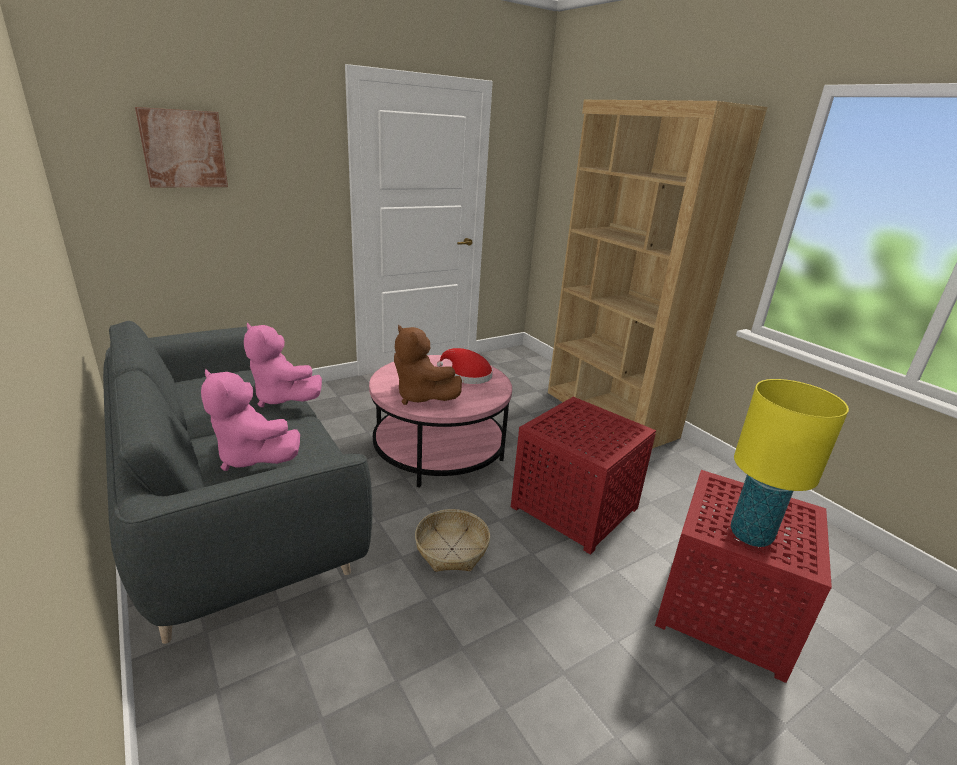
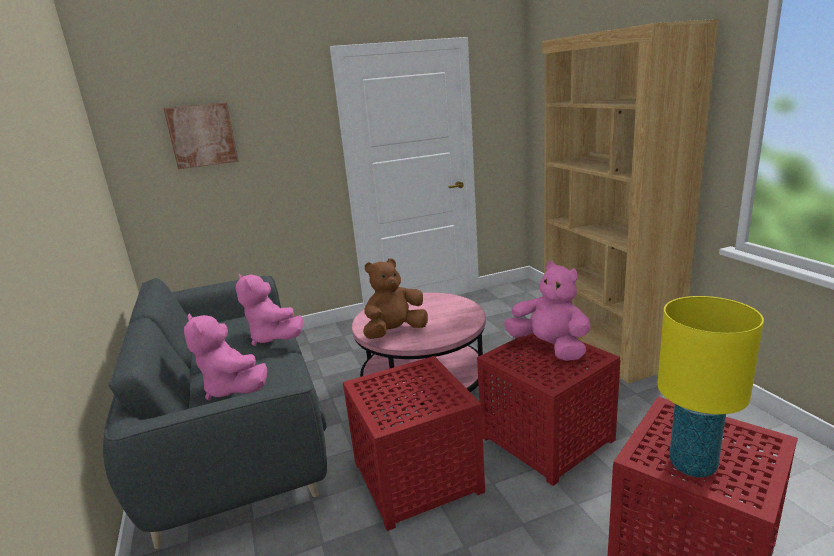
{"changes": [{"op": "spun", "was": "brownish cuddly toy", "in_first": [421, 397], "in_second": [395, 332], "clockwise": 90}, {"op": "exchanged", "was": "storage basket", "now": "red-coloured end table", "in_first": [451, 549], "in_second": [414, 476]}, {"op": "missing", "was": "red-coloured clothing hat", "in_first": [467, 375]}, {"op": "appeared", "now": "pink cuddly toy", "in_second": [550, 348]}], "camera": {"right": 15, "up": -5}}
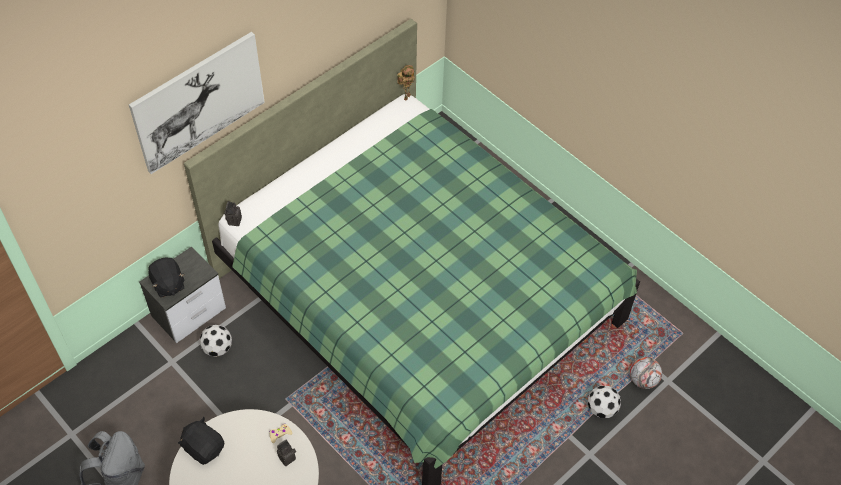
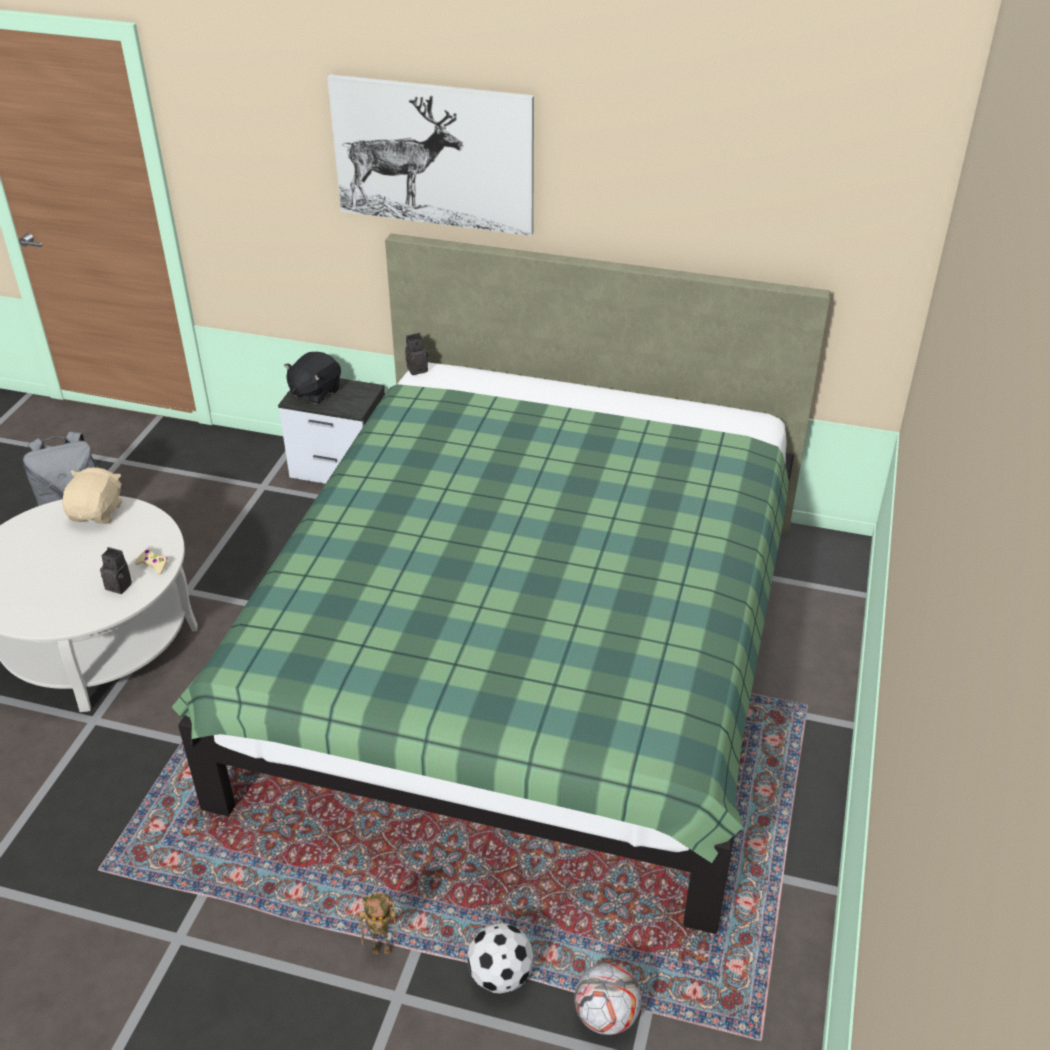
{"changes": [{"op": "colour", "was": "black cuddly toy", "now": "beige-coloured cuddly toy", "in_first": [204, 448], "in_second": [98, 512]}, {"op": "missing", "was": "football", "in_first": [217, 348]}, {"op": "relocated", "was": "model robot", "in_first": [406, 96], "in_second": [383, 948]}], "camera": {"right": 60, "up": -15}}
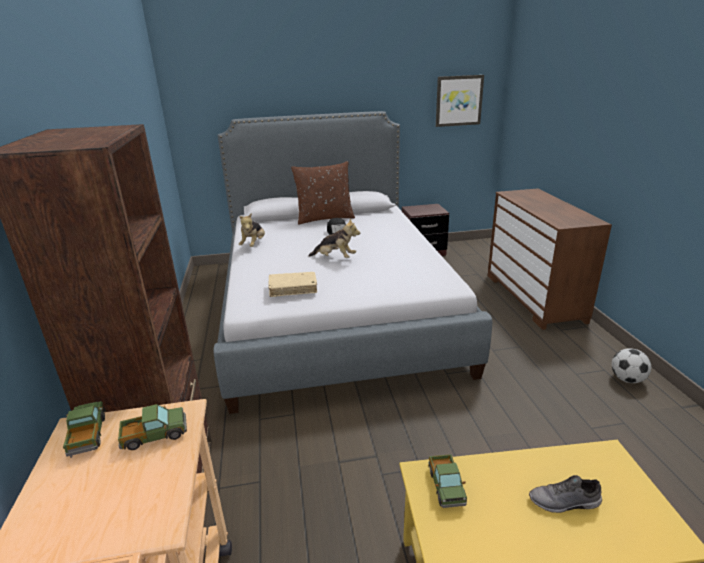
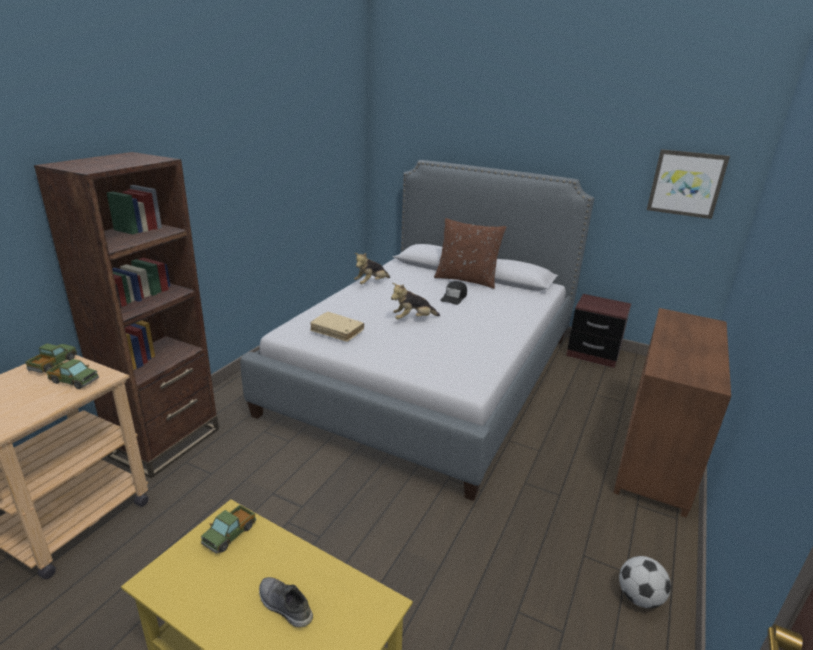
{"changes": [{"op": "spun", "was": "cuddly toy", "in_first": [335, 258], "in_second": [413, 319], "clockwise": 105}], "camera": {"right": 35, "up": 0}}
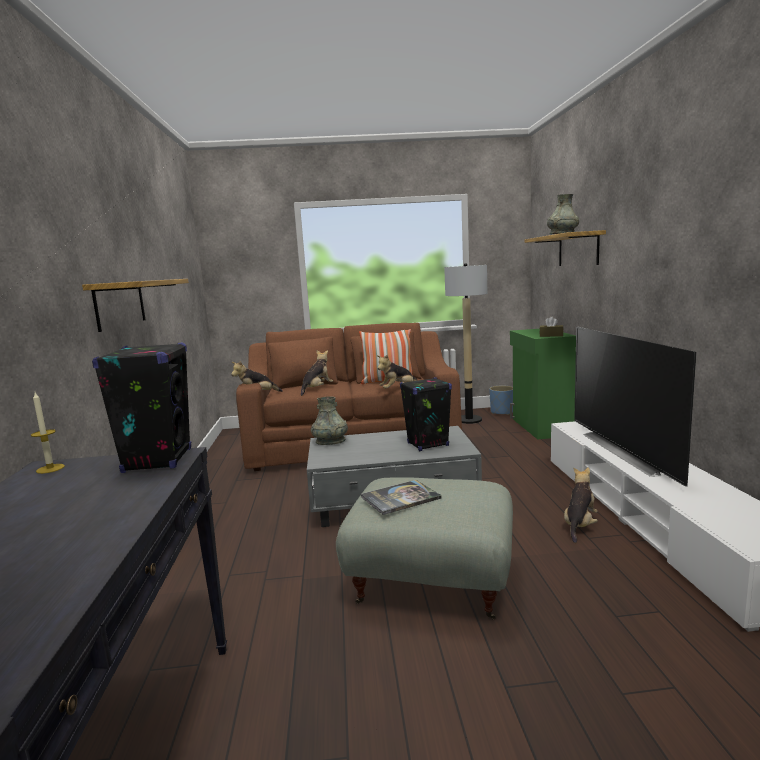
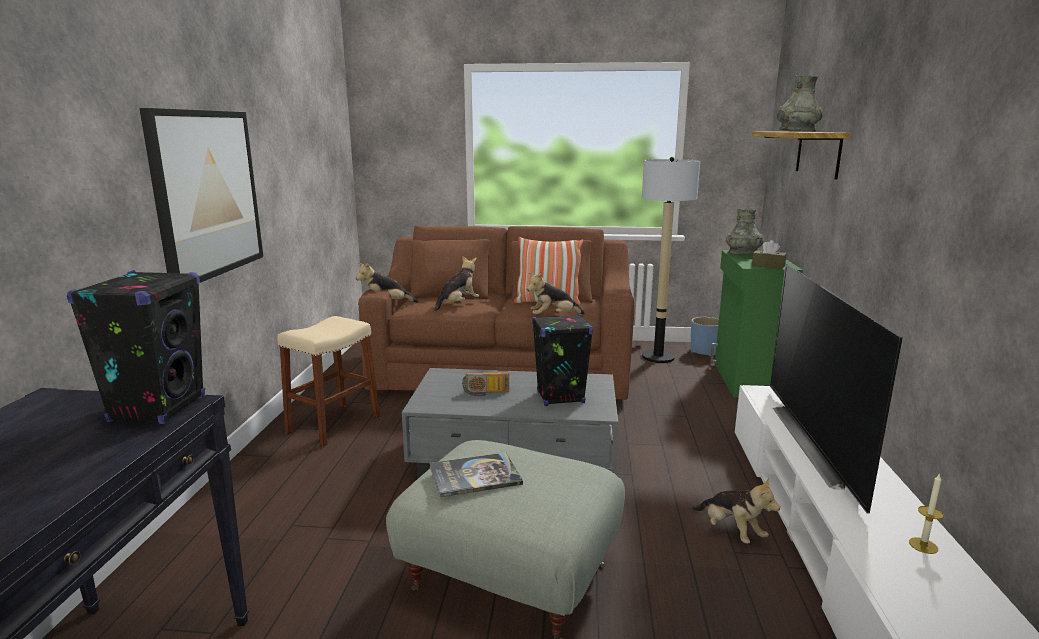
{"changes": [{"op": "relocated", "was": "wax light", "in_first": [50, 468], "in_second": [923, 545]}, {"op": "exchanged", "was": "wall shelf", "now": "picture", "in_first": [120, 304], "in_second": [207, 194]}, {"op": "relocated", "was": "grey decorative vase", "in_first": [330, 441], "in_second": [743, 253]}, {"op": "spun", "was": "cuddly toy", "in_first": [579, 525], "in_second": [731, 531], "clockwise": 105}, {"op": "appeared", "now": "beige-coloured sitting stool", "in_second": [334, 424]}, {"op": "appeared", "now": "radio", "in_second": [486, 393]}], "camera": {"right": 10, "up": 5}}
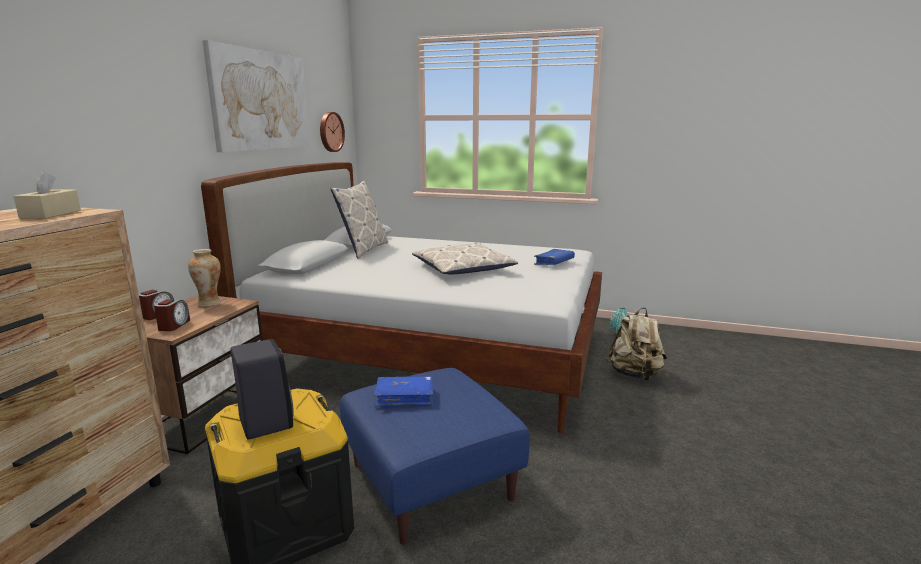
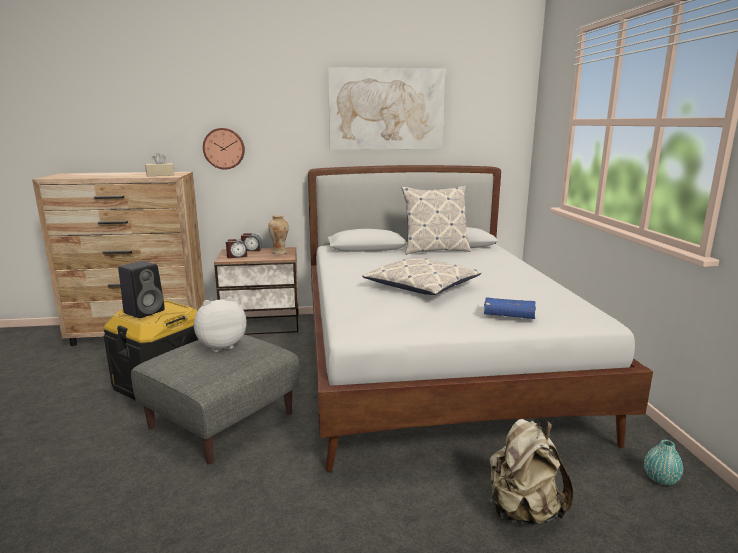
{"changes": [{"op": "relocated", "was": "hanging clock", "in_first": [330, 132], "in_second": [224, 148]}, {"op": "colour", "was": "bluish ottoman", "now": "grey ottoman", "in_first": [429, 481], "in_second": [221, 419]}, {"op": "exchanged", "was": "bluish volume", "now": "cuddly toy", "in_first": [404, 397], "in_second": [221, 346]}], "camera": {"right": 65, "up": 0}}
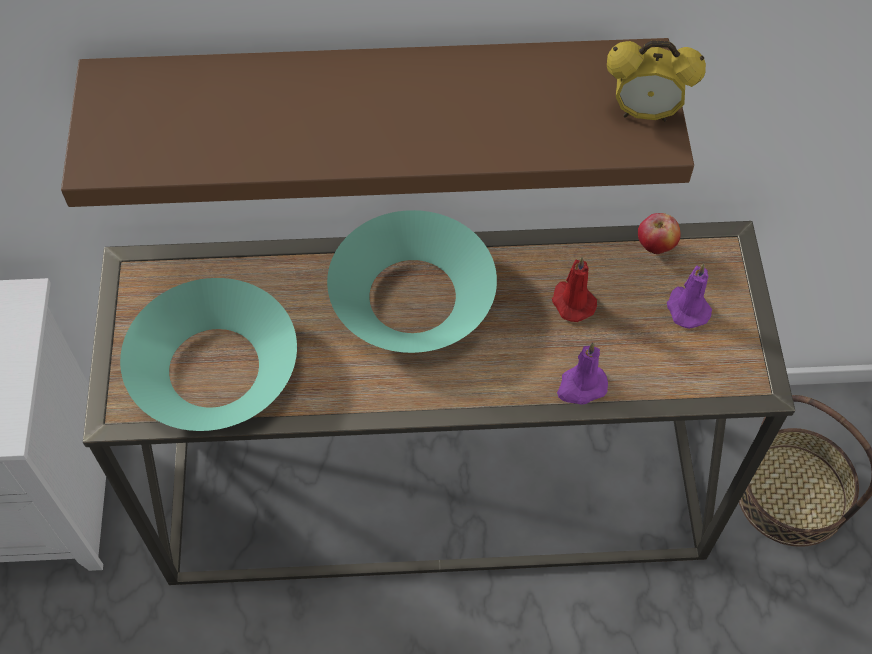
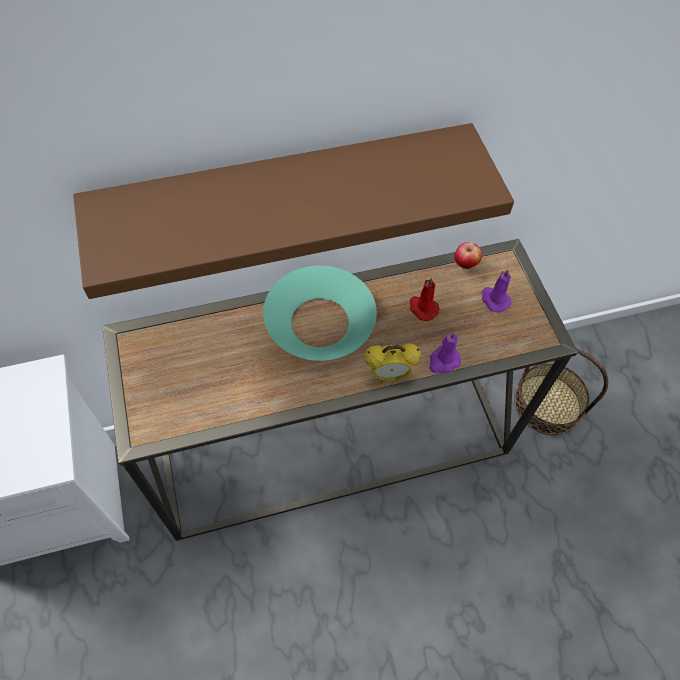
{"changes": [{"op": "missing", "was": "turquoise-coloured bowl", "in_first": [214, 366]}, {"op": "relocated", "was": "table clock", "in_first": [644, 113], "in_second": [388, 375]}], "camera": {"right": -15, "up": 0}}
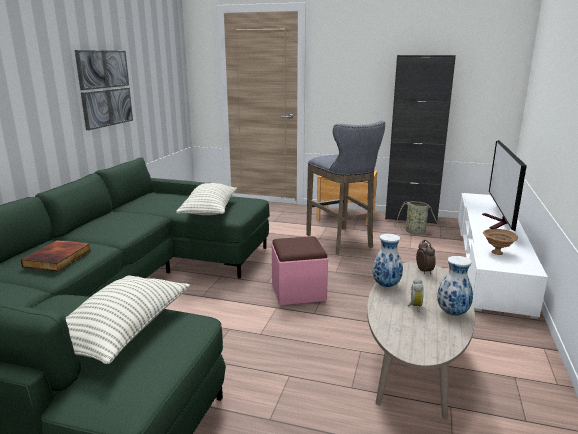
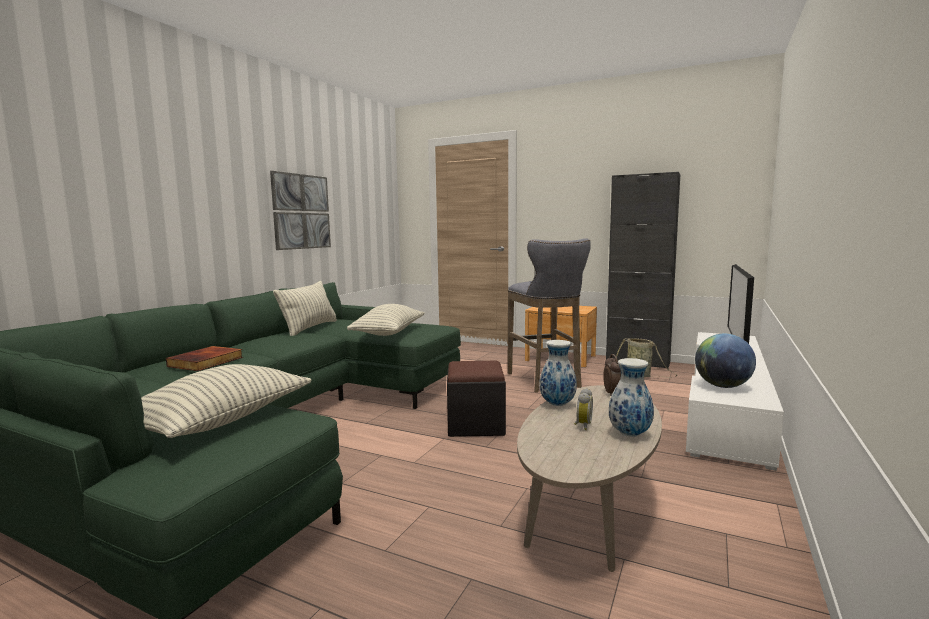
{"changes": [{"op": "colour", "was": "pink ottoman", "now": "black ottoman", "in_first": [298, 292], "in_second": [475, 425]}, {"op": "exchanged", "was": "brownish bowl", "now": "desk globe", "in_first": [497, 253], "in_second": [722, 386]}, {"op": "appeared", "now": "cushion", "in_second": [309, 328]}], "camera": {"right": 10, "up": -10}}
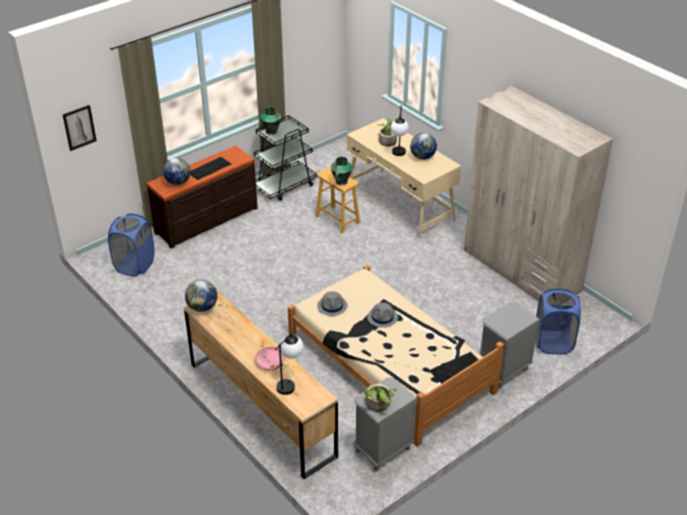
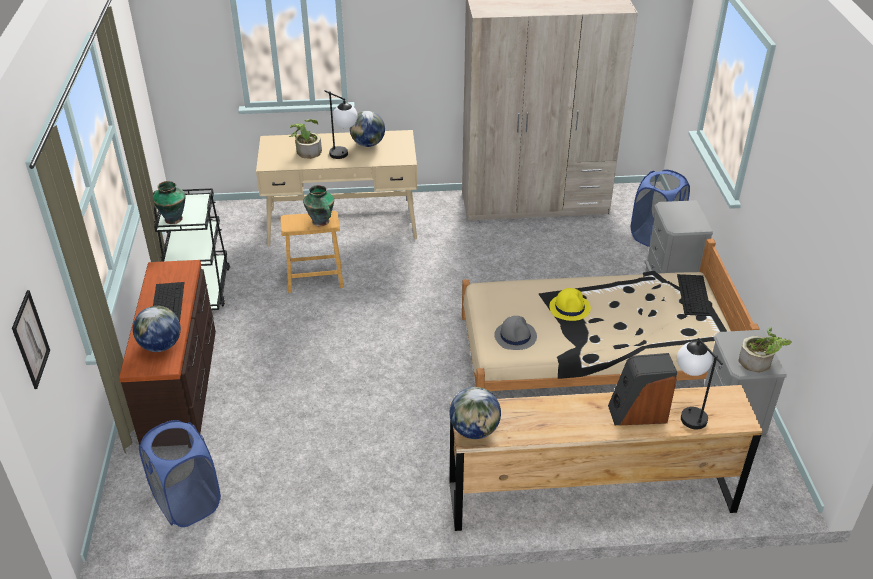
{"changes": [{"op": "exchanged", "was": "pink bowl", "now": "speaker", "in_first": [270, 363], "in_second": [637, 413]}, {"op": "colour", "was": "grey clothing hat", "now": "yellow clothing hat", "in_first": [382, 317], "in_second": [570, 308]}], "camera": {"right": -55, "up": 0}}
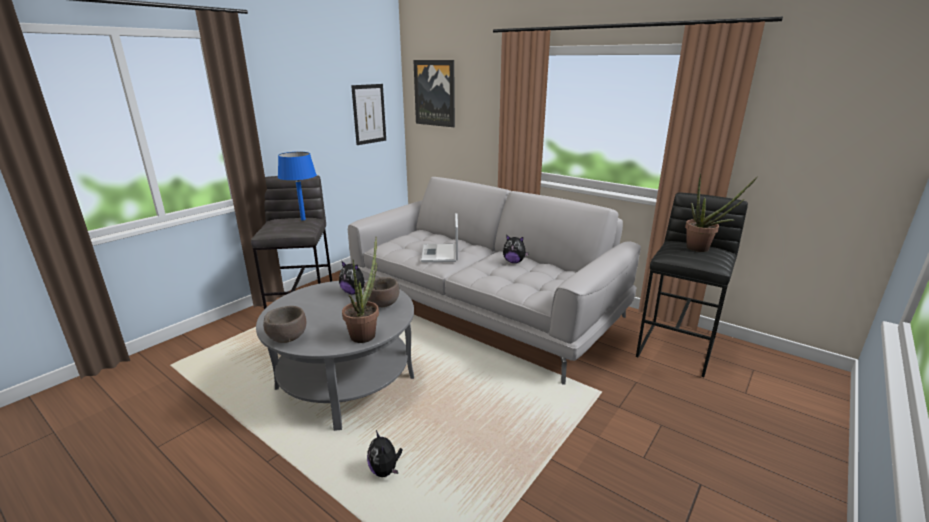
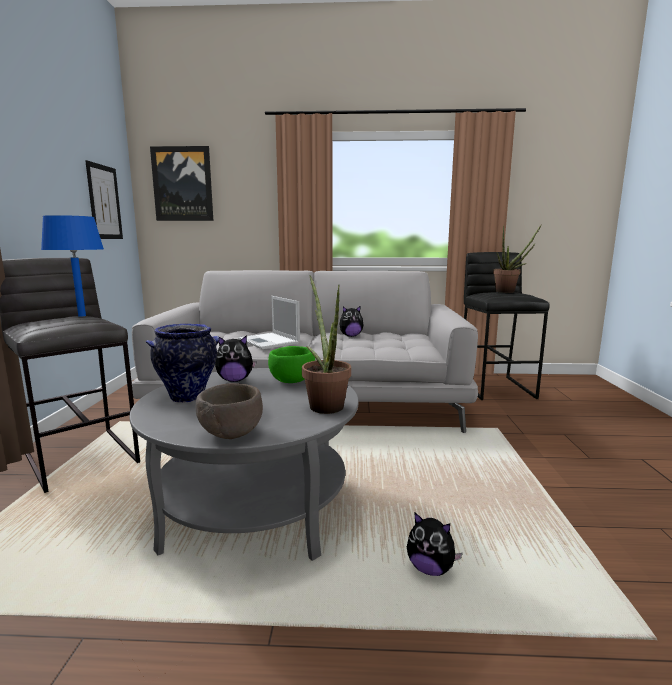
{"changes": [{"op": "colour", "was": "brownish bowl", "now": "greenish bowl", "in_first": [383, 304], "in_second": [292, 381]}, {"op": "appeared", "now": "decorative vase", "in_second": [188, 397]}], "camera": {"right": -35, "up": -10}}
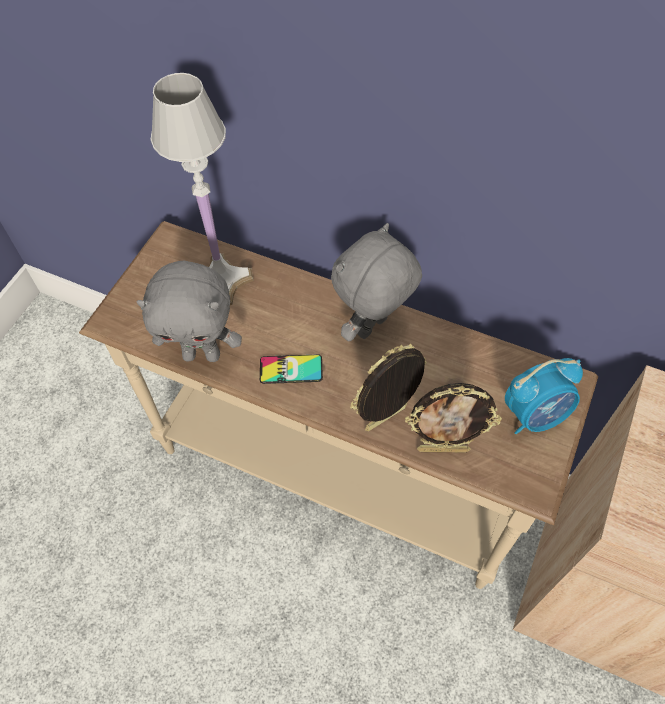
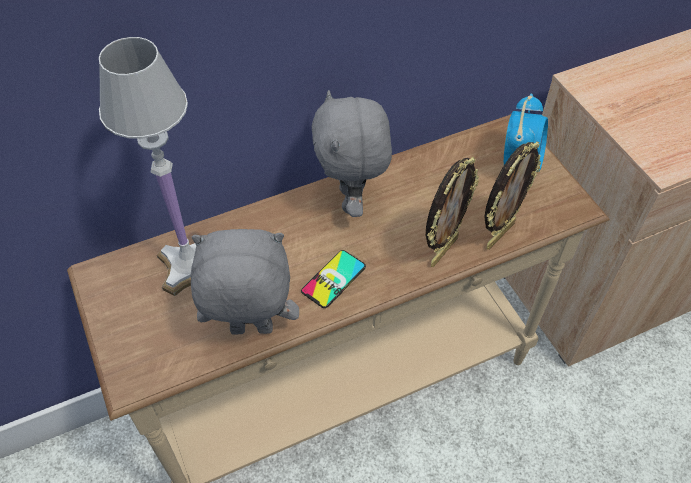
{"changes": [{"op": "spun", "was": "grey cuddly toy", "in_first": [202, 354], "in_second": [250, 331], "clockwise": -135}, {"op": "spun", "was": "picture frame", "in_first": [386, 420], "in_second": [442, 250], "clockwise": -150}], "camera": {"right": -50, "up": -5}}
